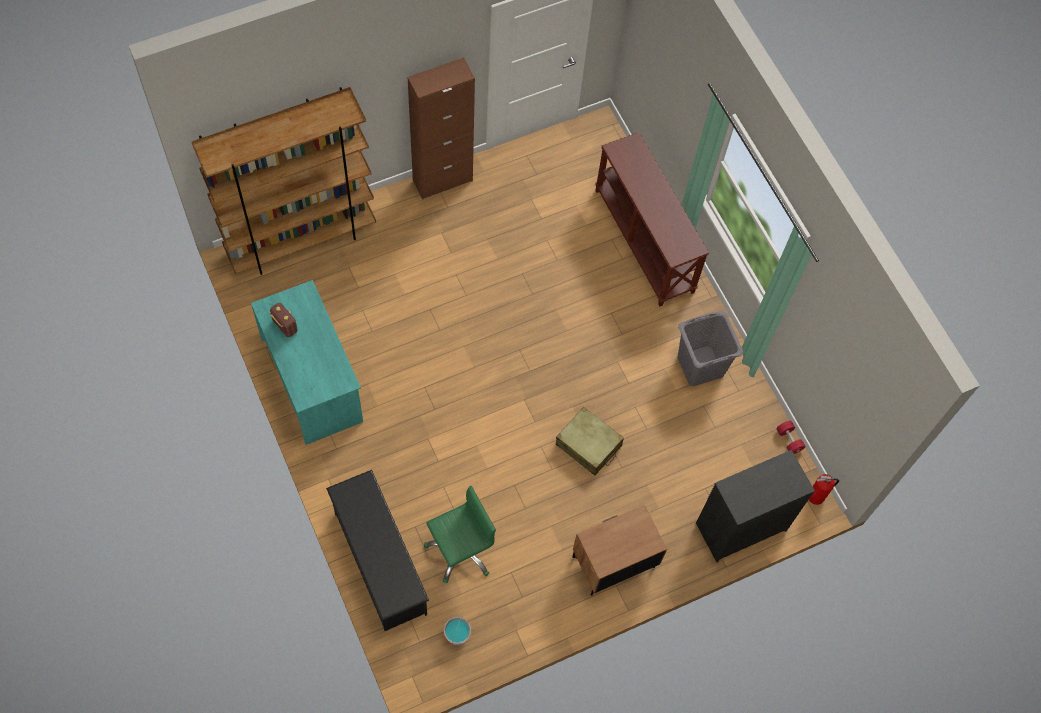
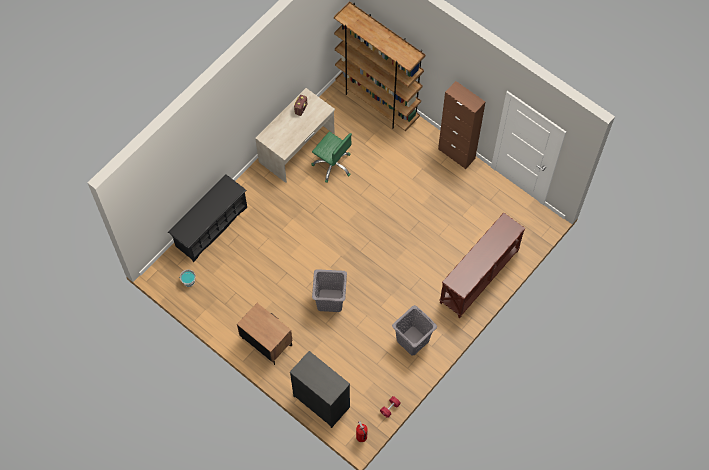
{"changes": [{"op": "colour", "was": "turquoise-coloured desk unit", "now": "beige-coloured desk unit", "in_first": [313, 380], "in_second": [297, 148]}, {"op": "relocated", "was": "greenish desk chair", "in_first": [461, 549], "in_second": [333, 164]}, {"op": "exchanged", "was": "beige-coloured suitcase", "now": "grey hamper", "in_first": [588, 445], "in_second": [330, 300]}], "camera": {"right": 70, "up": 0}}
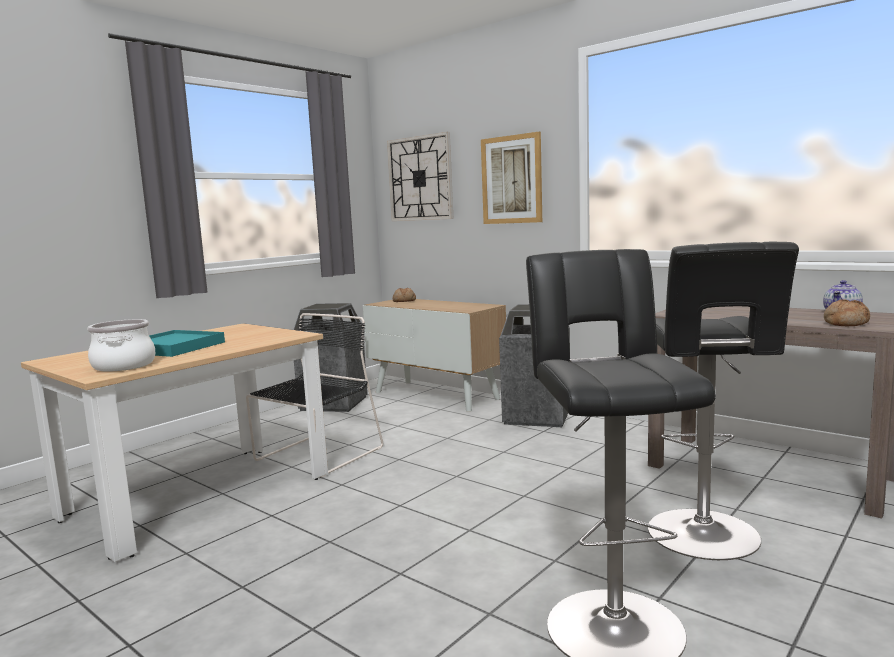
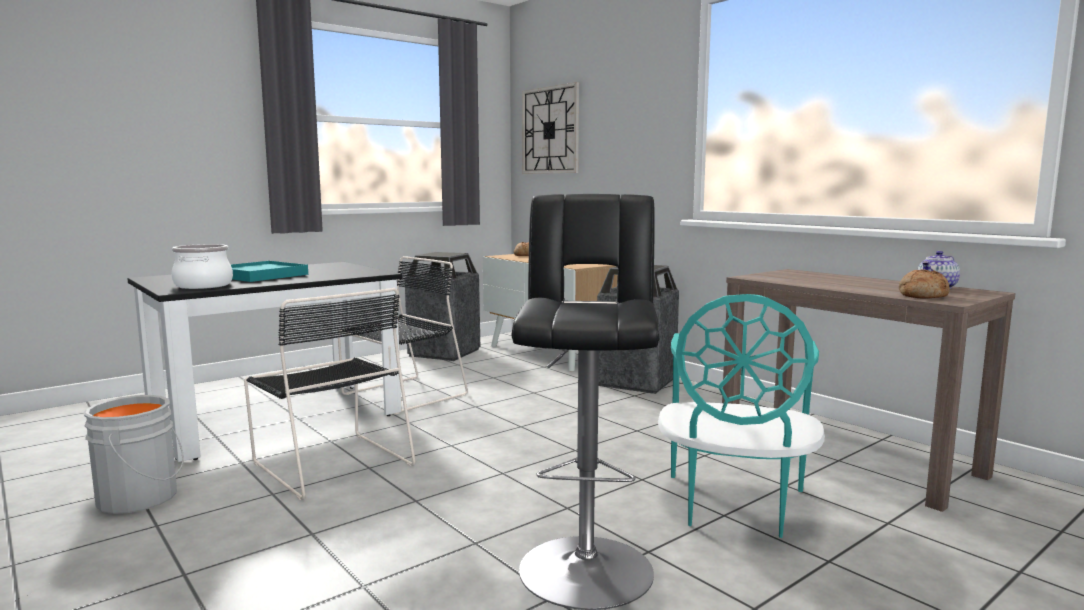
{"changes": [{"op": "colour", "was": "beige-coloured kitchen table", "now": "black kitchen table", "in_first": [198, 496], "in_second": [277, 418]}, {"op": "missing", "was": "picture", "in_first": [511, 179]}, {"op": "exchanged", "was": "black sitting stool", "now": "turquoise-coloured plain chair", "in_first": [705, 537], "in_second": [734, 506]}, {"op": "appeared", "now": "grey bucket", "in_second": [142, 498]}, {"op": "appeared", "now": "black plain chair", "in_second": [331, 462]}], "camera": {"right": 10, "up": 0}}
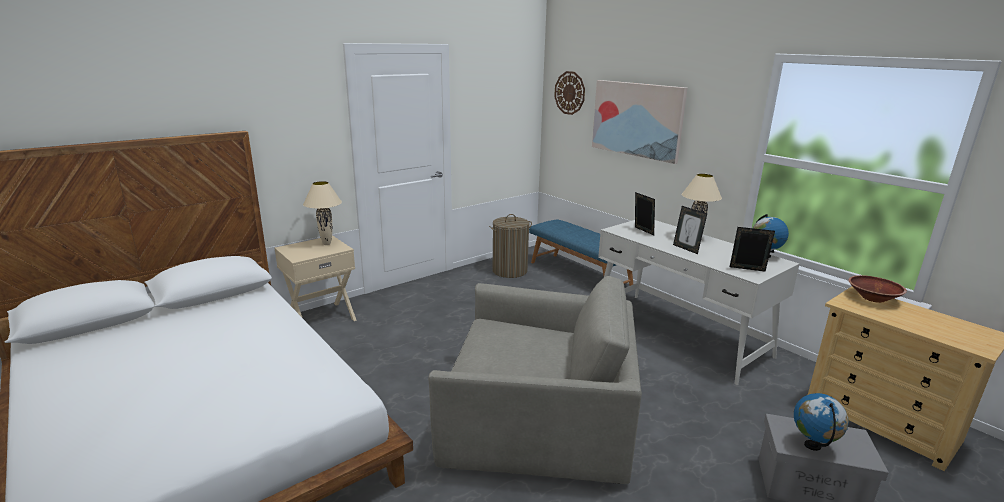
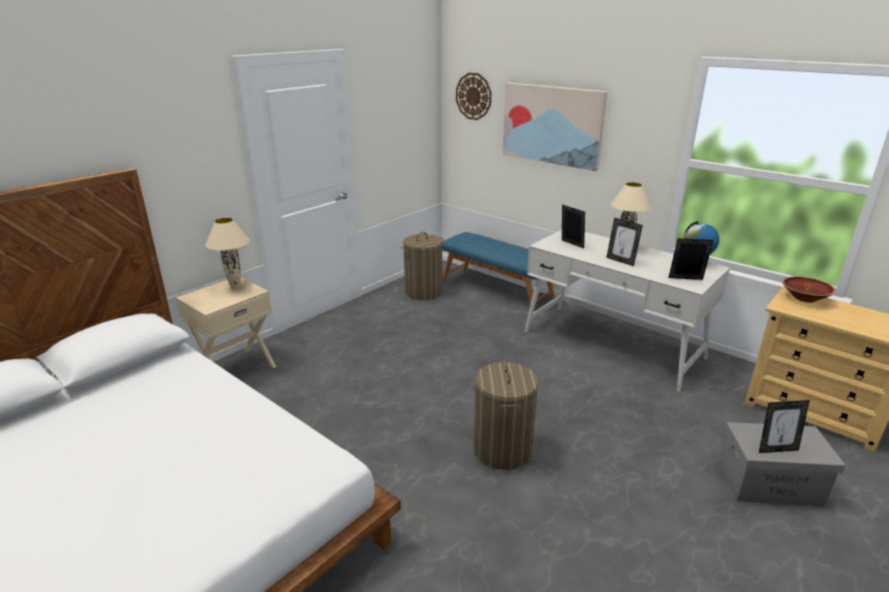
{"changes": [{"op": "exchanged", "was": "grey easy chair", "now": "hamper", "in_first": [538, 416], "in_second": [502, 450]}, {"op": "exchanged", "was": "desk globe", "now": "picture frame", "in_first": [812, 446], "in_second": [776, 449]}], "camera": {"right": -10, "up": 5}}
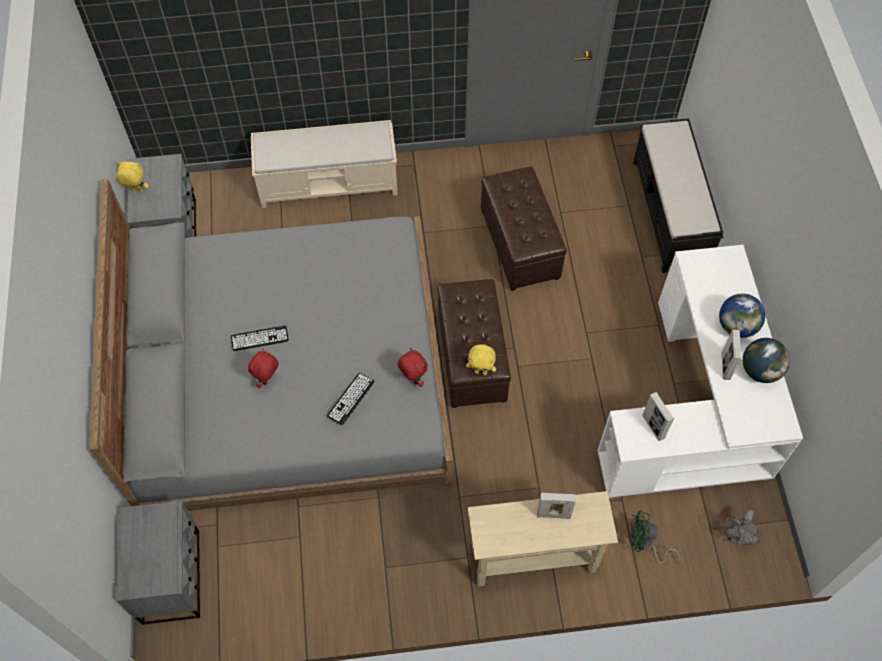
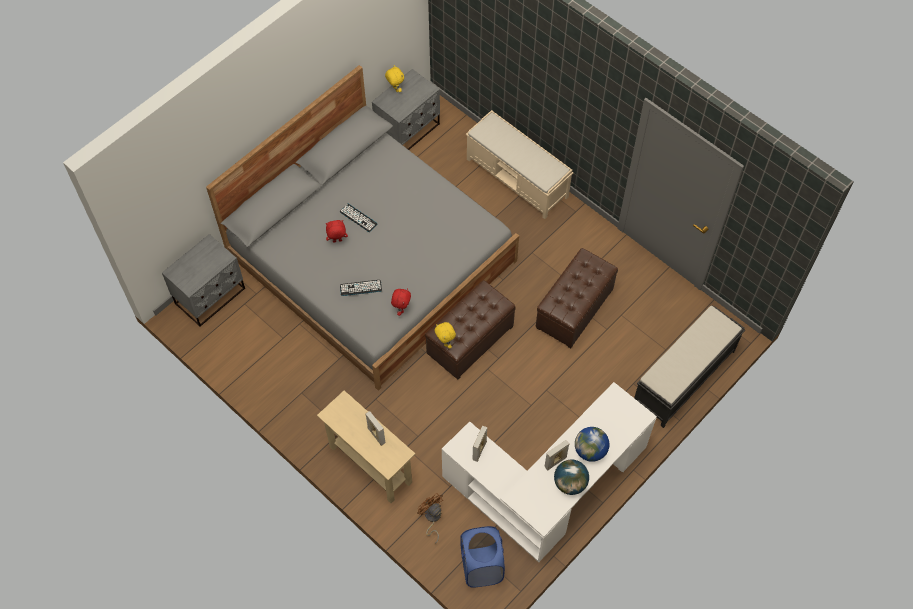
{"changes": [{"op": "colour", "was": "greenish cooling fan", "now": "brownish cooling fan", "in_first": [644, 544], "in_second": [432, 518]}, {"op": "exchanged", "was": "grey cooling fan", "now": "bluish hamper", "in_first": [736, 536], "in_second": [481, 567]}], "camera": {"right": 50, "up": 0}}
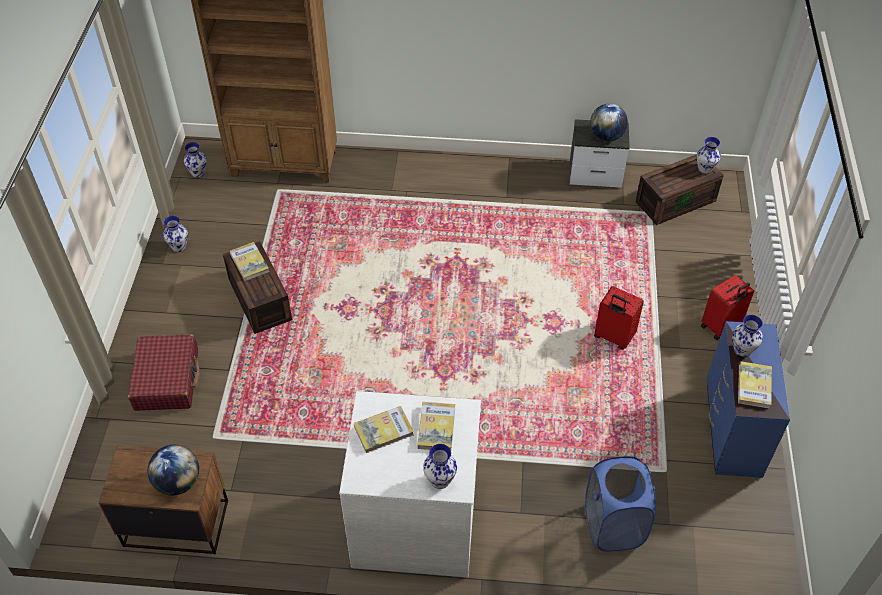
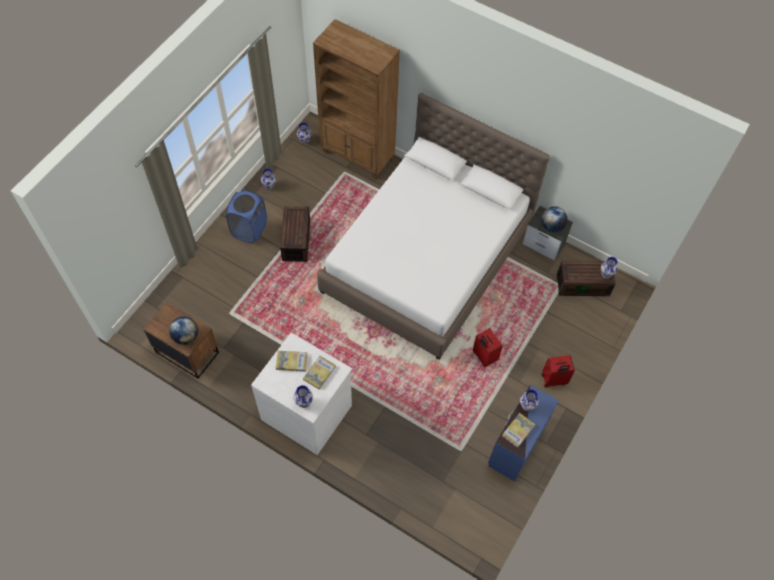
{"changes": [{"op": "missing", "was": "red-coloured suitcase", "in_first": [167, 379]}, {"op": "missing", "was": "volume", "in_first": [249, 263]}, {"op": "relocated", "was": "bluish hamper", "in_first": [613, 525], "in_second": [249, 229]}, {"op": "appeared", "now": "white bedroom bed", "in_second": [427, 258]}], "camera": {"right": 25, "up": 10}}
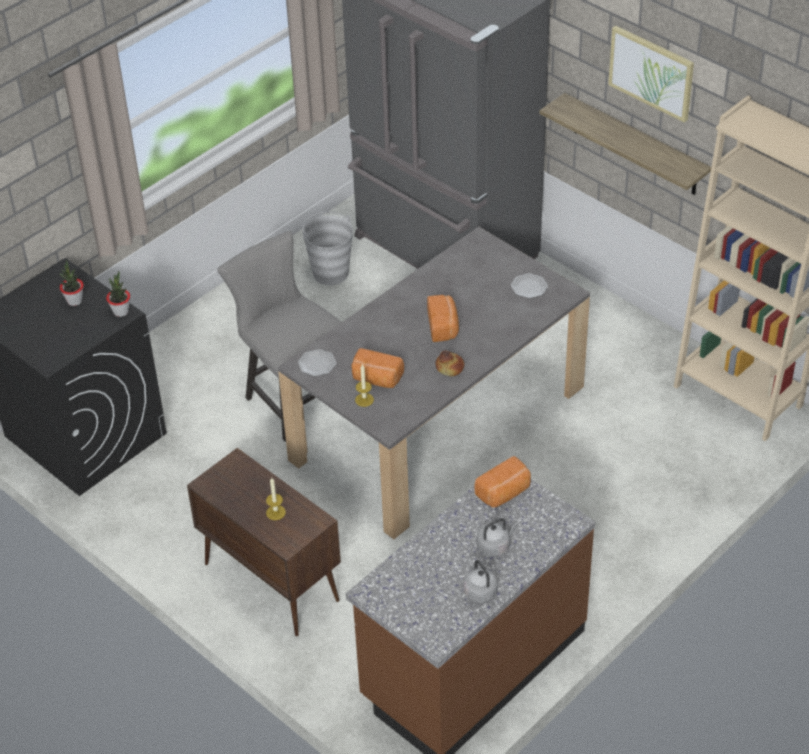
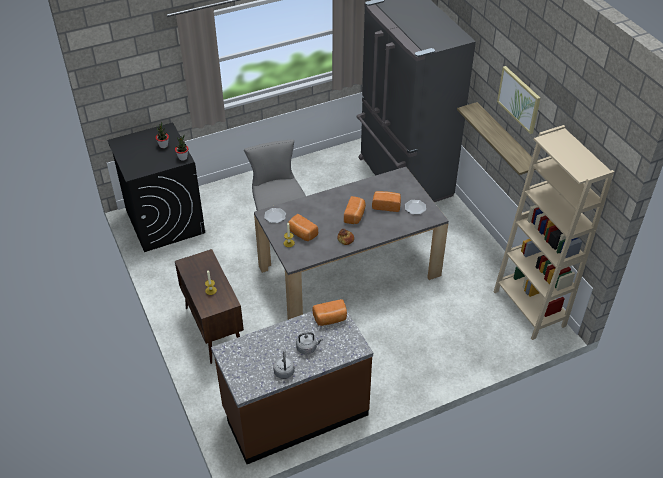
{"changes": [{"op": "missing", "was": "grey bucket", "in_first": [330, 273]}, {"op": "appeared", "now": "baked bread", "in_second": [386, 205]}], "camera": {"right": 20, "up": 0}}
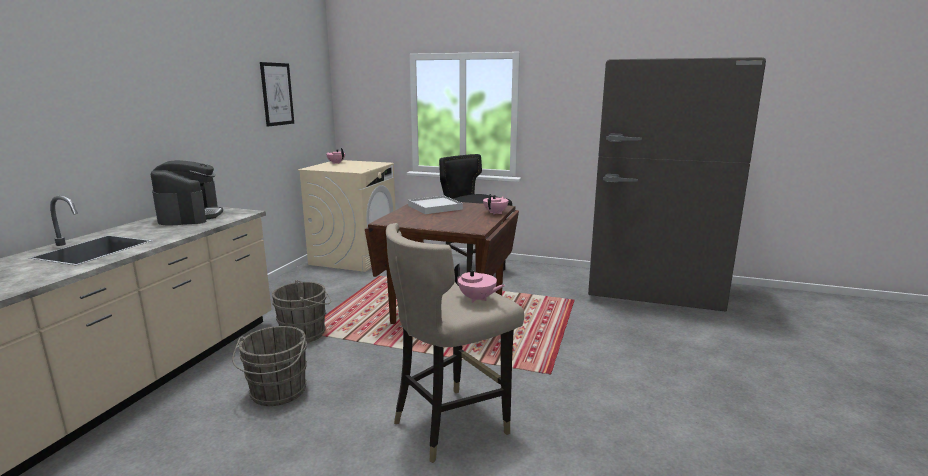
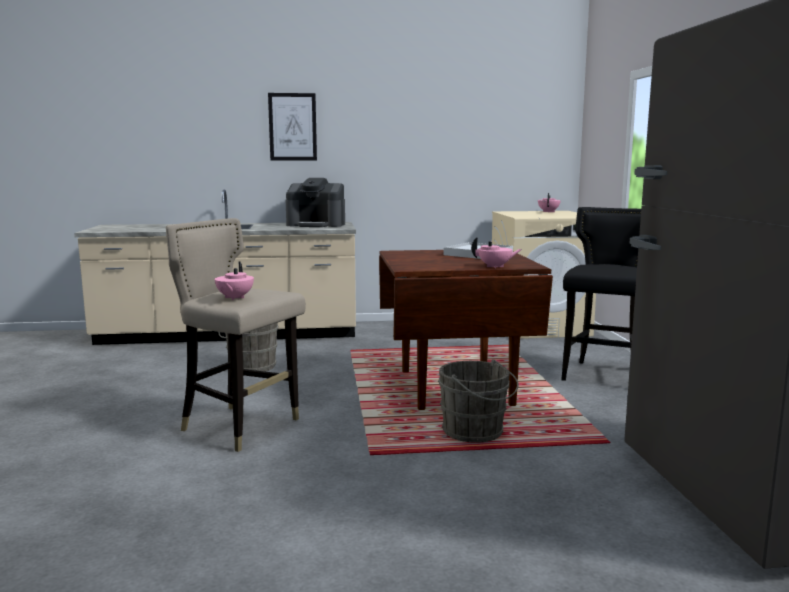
{"changes": [{"op": "spun", "was": "coffee maker", "in_first": [190, 216], "in_second": [316, 224], "clockwise": 45}, {"op": "relocated", "was": "picture", "in_first": [277, 94], "in_second": [292, 127]}, {"op": "relocated", "was": "grey bucket", "in_first": [306, 333], "in_second": [476, 433]}], "camera": {"right": 65, "up": -5}}
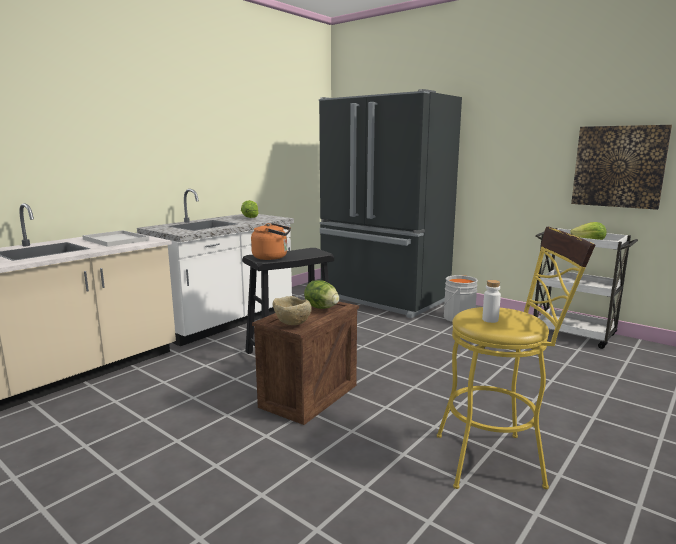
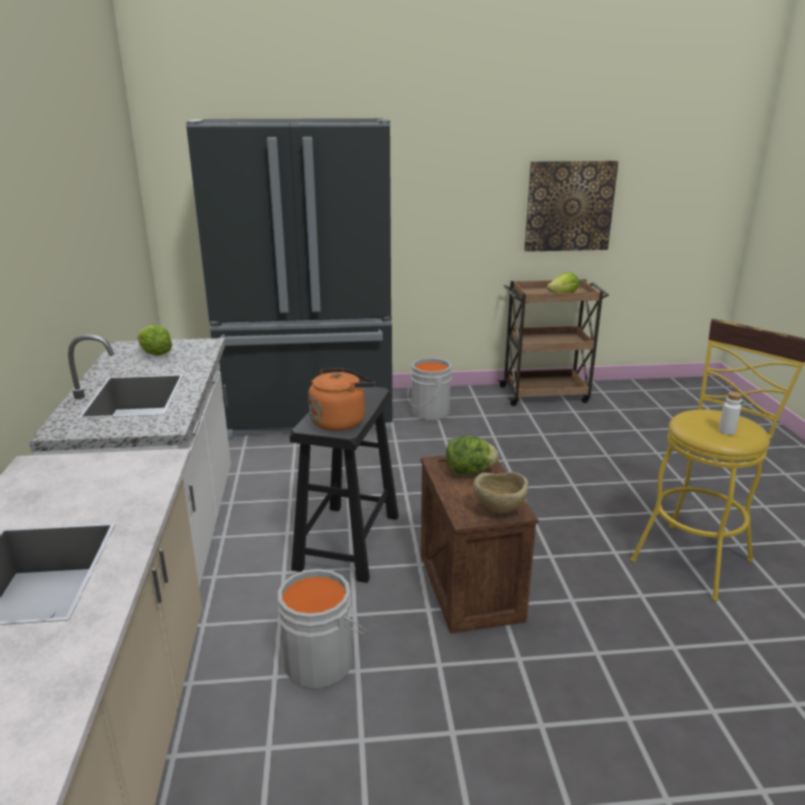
{"changes": [{"op": "missing", "was": "white carrying tray", "in_first": [114, 240]}, {"op": "colour", "was": "white wheeled cart", "now": "brownish wheeled cart", "in_first": [573, 334], "in_second": [545, 394]}, {"op": "appeared", "now": "grey bucket", "in_second": [321, 661]}], "camera": {"right": -45, "up": 10}}
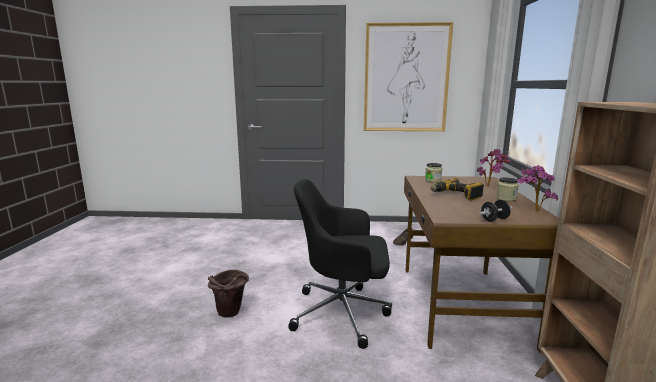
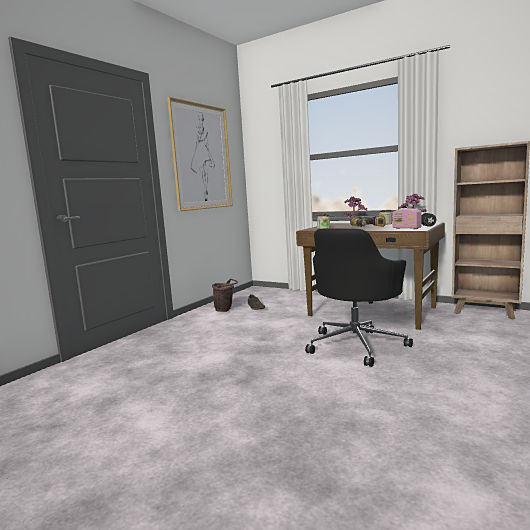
{"changes": [{"op": "relocated", "was": "brownish bucket", "in_first": [230, 314], "in_second": [225, 310]}, {"op": "appeared", "now": "radio", "in_second": [406, 228]}], "camera": {"right": -60, "up": -5}}
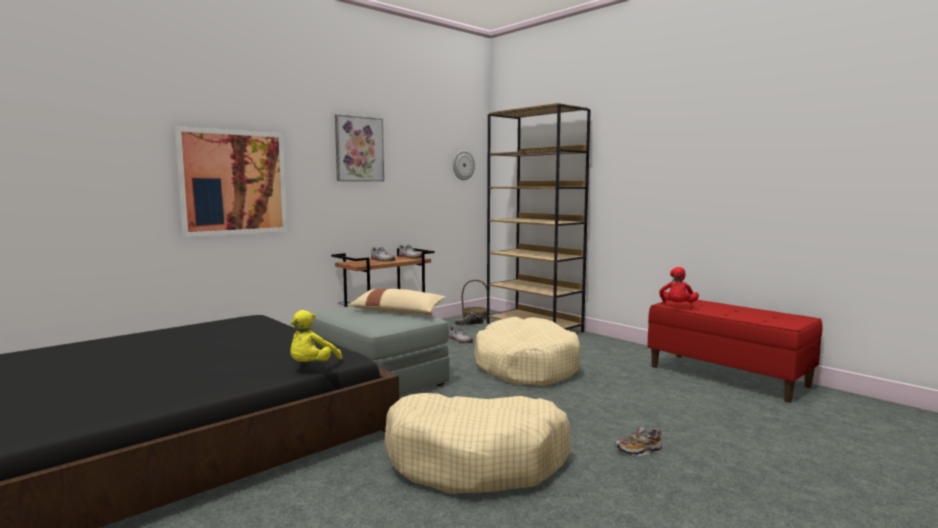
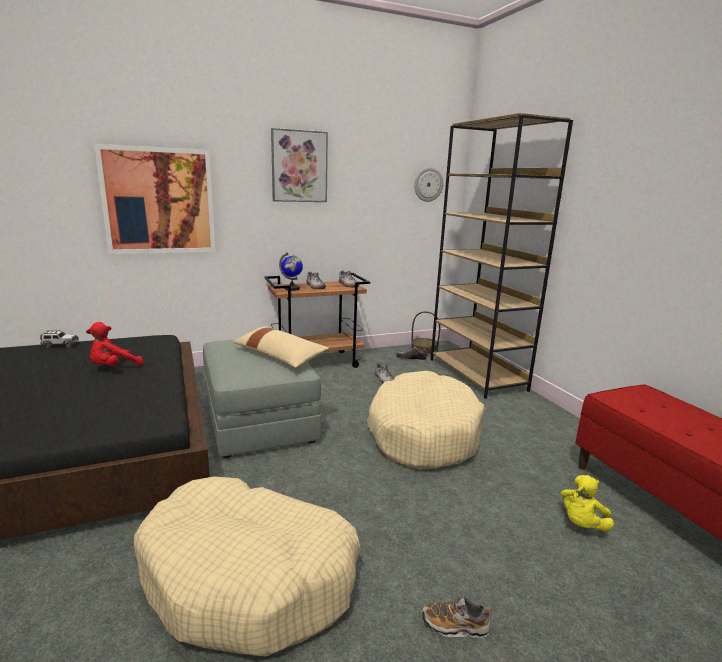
{"changes": [{"op": "relocated", "was": "yellow cuddly toy", "in_first": [312, 366], "in_second": [582, 524]}, {"op": "relocated", "was": "red-coloured cuddly toy", "in_first": [677, 306], "in_second": [114, 367]}, {"op": "appeared", "now": "model car", "in_second": [60, 345]}, {"op": "appeared", "now": "desk globe", "in_second": [292, 289]}], "camera": {"right": 20, "up": 10}}
